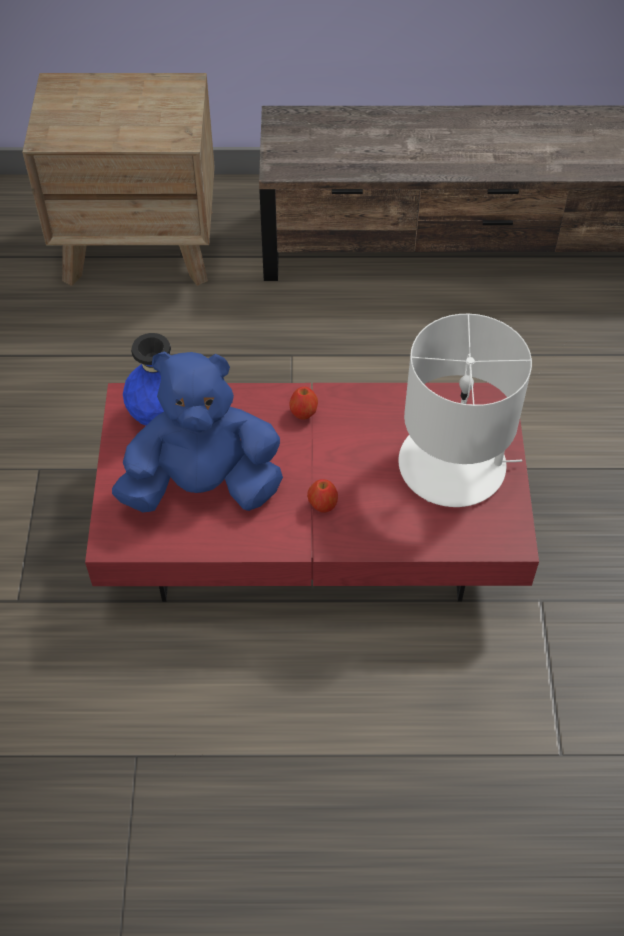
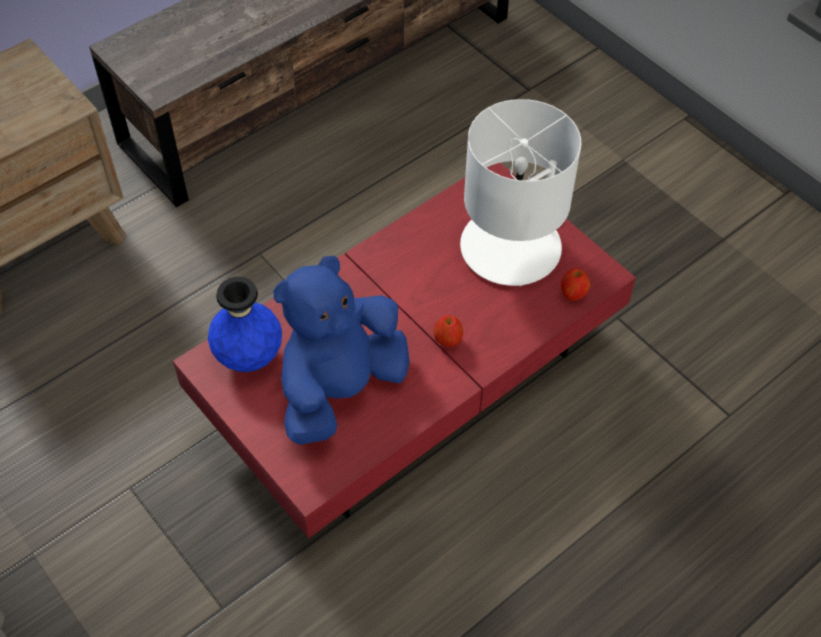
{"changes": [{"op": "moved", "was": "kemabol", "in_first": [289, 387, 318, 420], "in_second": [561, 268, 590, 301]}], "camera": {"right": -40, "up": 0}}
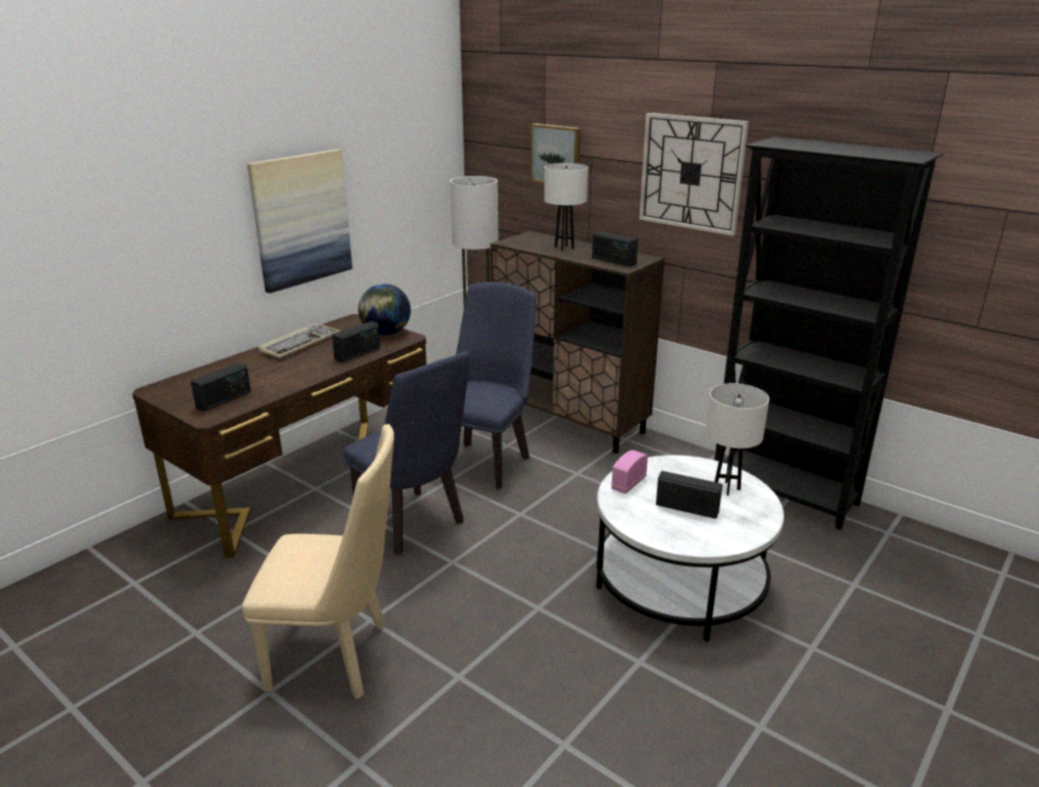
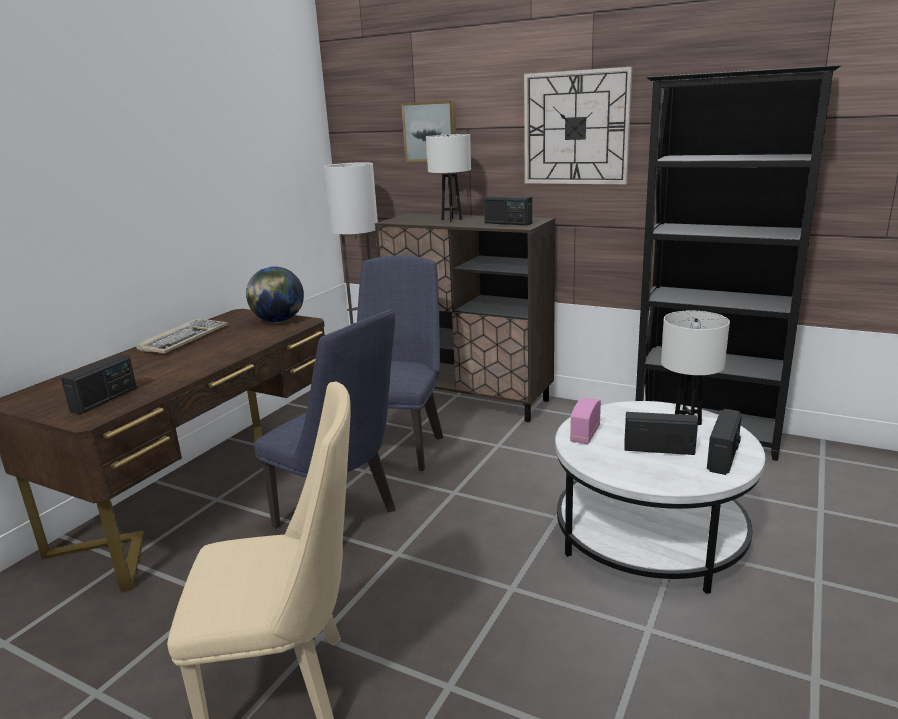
{"changes": [{"op": "moved", "was": "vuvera", "in_first": [332, 321, 380, 363], "in_second": [707, 409, 742, 475]}, {"op": "removed", "was": "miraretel", "in_first": [247, 149, 352, 293]}], "camera": {"right": -10, "up": -5}}
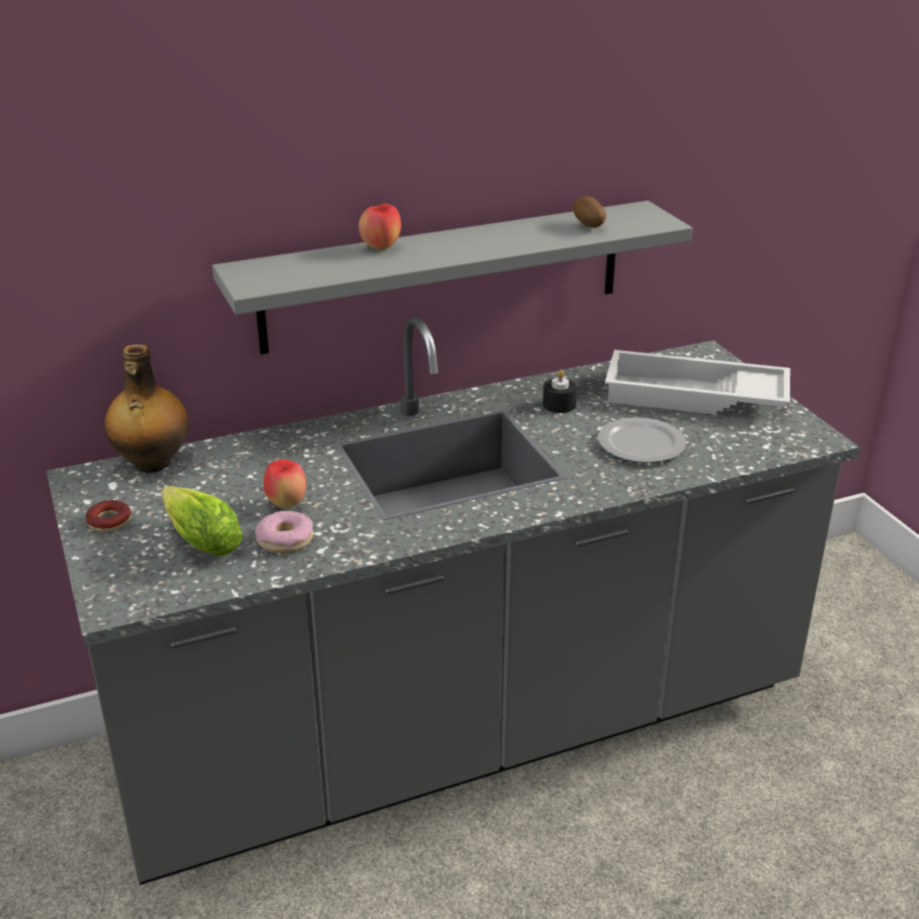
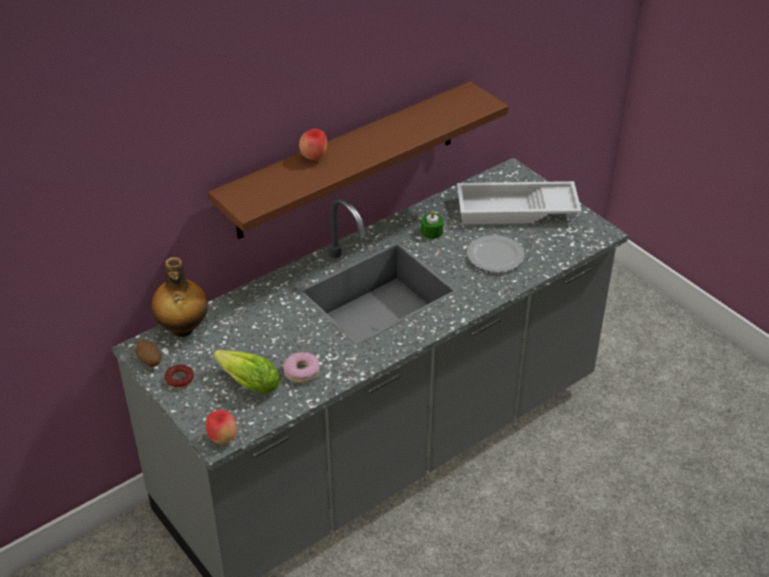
{"changes": [{"op": "moved", "was": "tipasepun", "in_first": [573, 196, 606, 228], "in_second": [135, 340, 161, 367]}, {"op": "moved", "was": "kemabol", "in_first": [263, 459, 306, 508], "in_second": [206, 410, 237, 444]}, {"op": "recoloured", "was": "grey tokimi", "now": "brown tokimi", "in_first": [212, 201, 692, 355], "in_second": [208, 81, 509, 239]}, {"op": "recoloured", "was": "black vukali", "now": "green vukali", "in_first": [543, 370, 577, 413], "in_second": [421, 210, 444, 239]}], "camera": {"right": -15, "up": 10}}
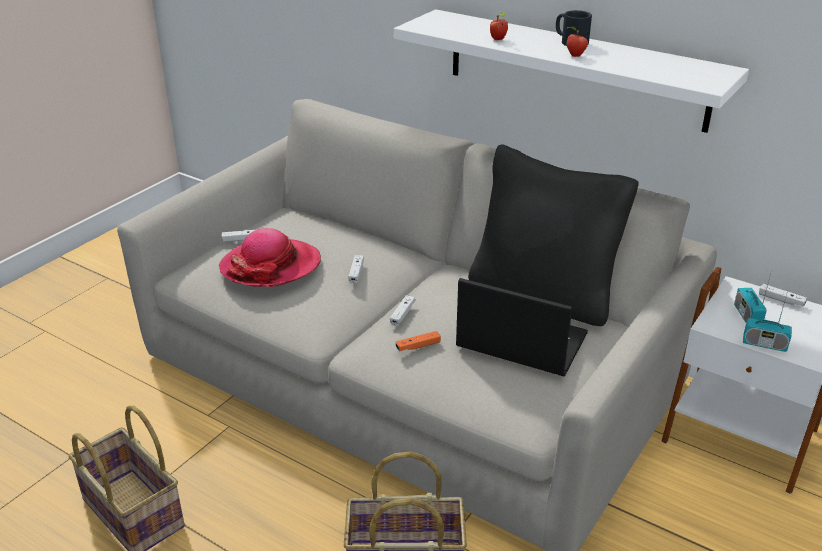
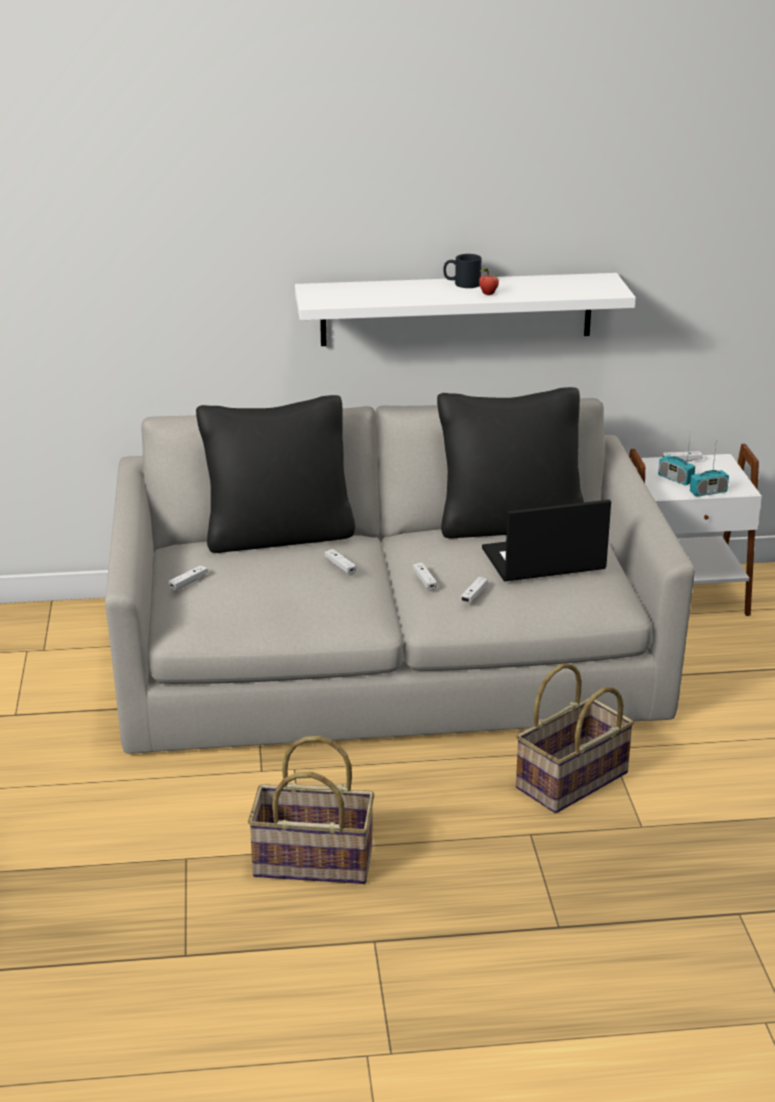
{"changes": [{"op": "added", "now": "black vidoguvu", "in_second": [196, 395, 355, 553]}, {"op": "recoloured", "was": "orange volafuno", "now": "white volafuno", "in_first": [396, 331, 441, 351], "in_second": [461, 577, 488, 603]}, {"op": "removed", "was": "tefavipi", "in_first": [219, 228, 321, 287]}, {"op": "removed", "was": "kemabol", "in_first": [490, 12, 508, 40]}], "camera": {"right": -40, "up": -5}}
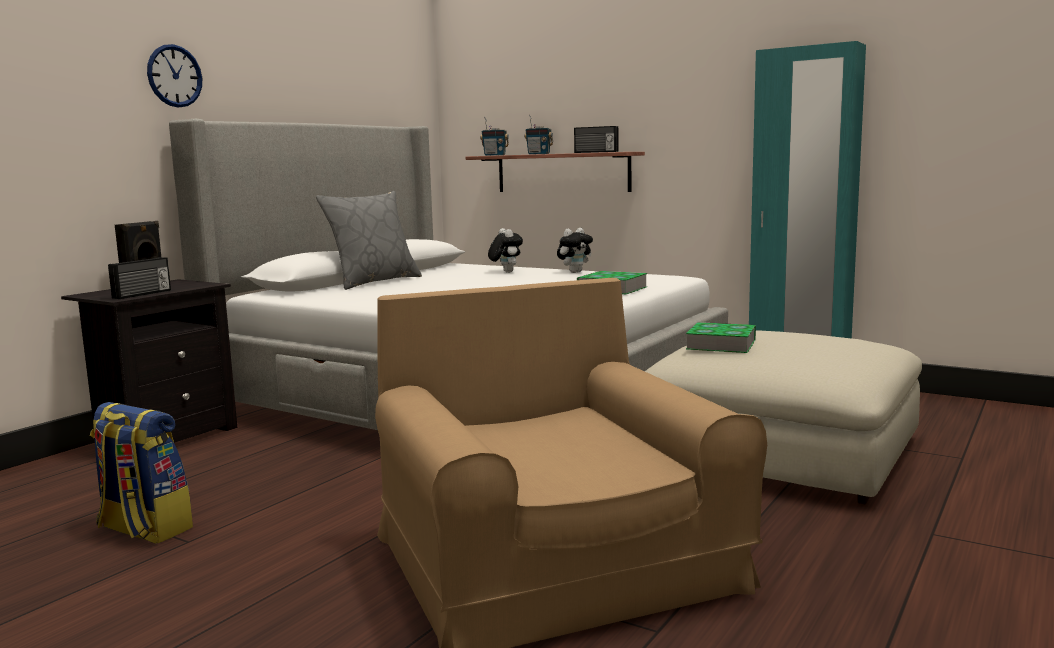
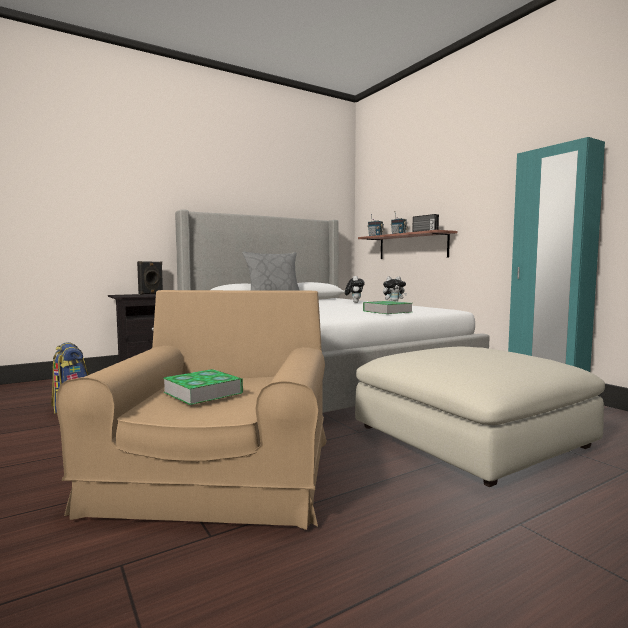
{"changes": [{"op": "moved", "was": "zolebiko", "in_first": [686, 322, 756, 353], "in_second": [163, 369, 243, 405]}, {"op": "removed", "was": "vuvera", "in_first": [108, 257, 171, 299]}, {"op": "removed", "was": "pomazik", "in_first": [147, 44, 202, 107]}], "camera": {"right": 25, "up": -5}}
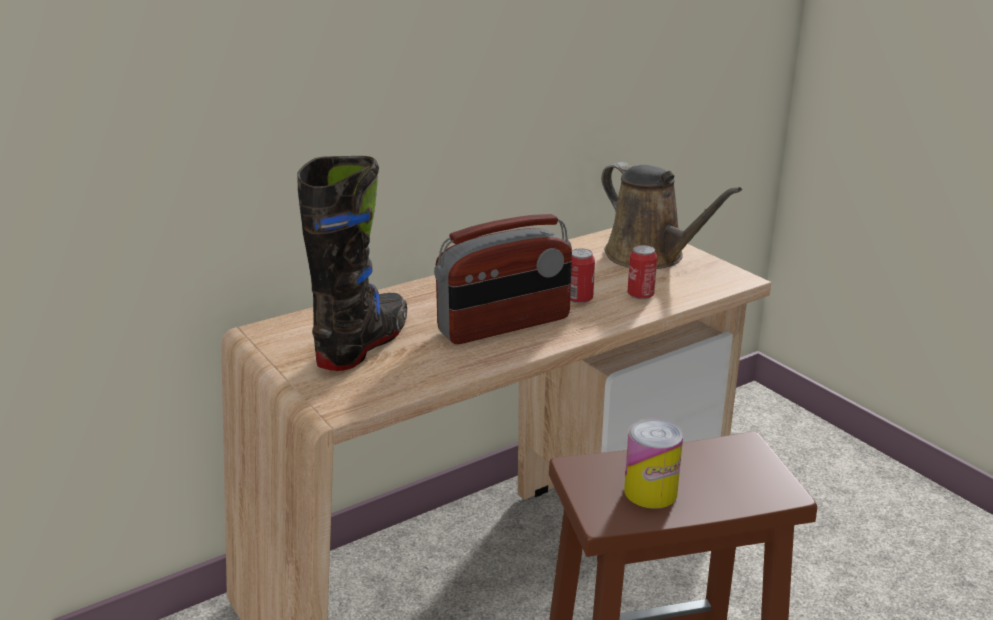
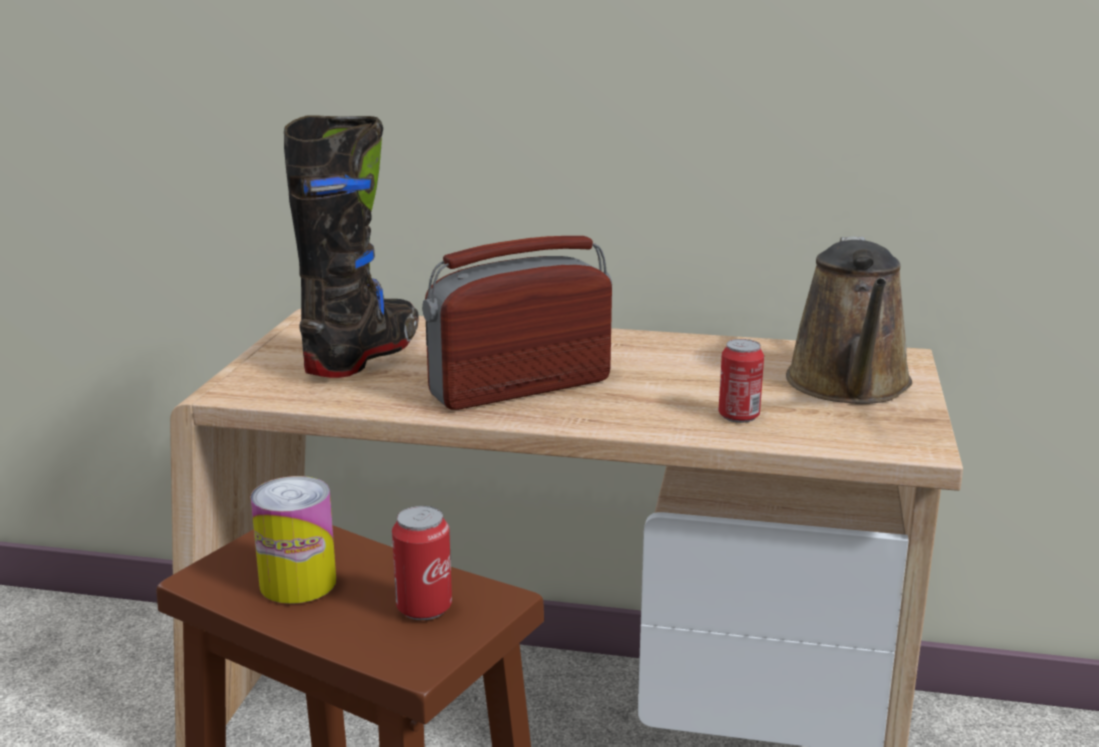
{"changes": [{"op": "turned", "was": "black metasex", "in_first": [297, 156, 407, 371], "in_second": [284, 115, 418, 378], "clockwise": -45}, {"op": "moved", "was": "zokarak", "in_first": [570, 249, 595, 304], "in_second": [392, 506, 452, 620]}, {"op": "turned", "was": "vuvera", "in_first": [434, 214, 572, 344], "in_second": [422, 236, 612, 410], "clockwise": 135}], "camera": {"right": 45, "up": -5}}
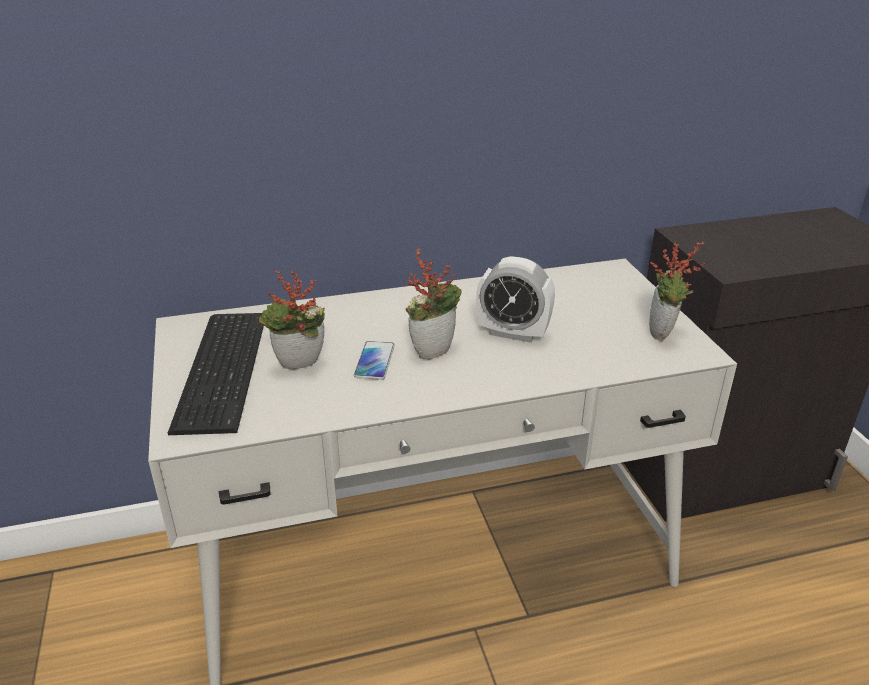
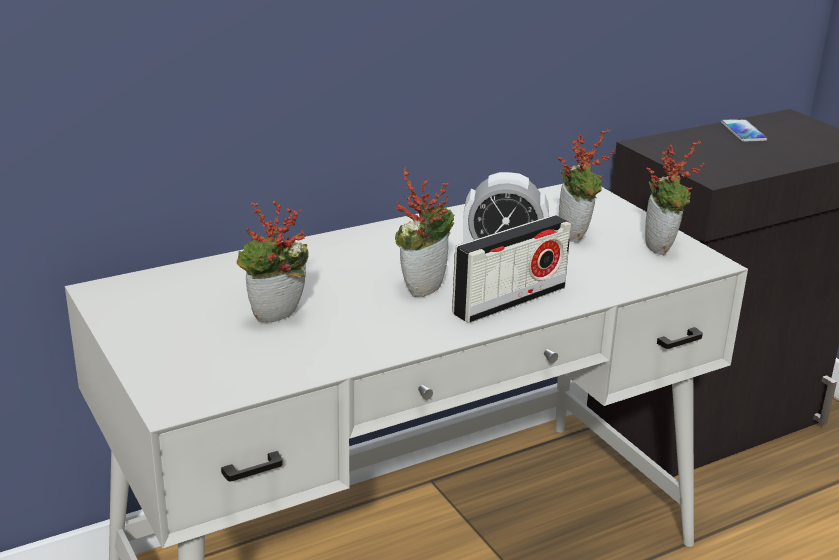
{"changes": [{"op": "added", "now": "vuvera", "in_second": [452, 215, 571, 323]}, {"op": "added", "now": "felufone", "in_second": [558, 129, 616, 243]}, {"op": "moved", "was": "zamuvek", "in_first": [354, 341, 395, 380], "in_second": [721, 119, 767, 142]}, {"op": "removed", "was": "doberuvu", "in_first": [168, 313, 264, 435]}], "camera": {"right": -15, "up": -5}}
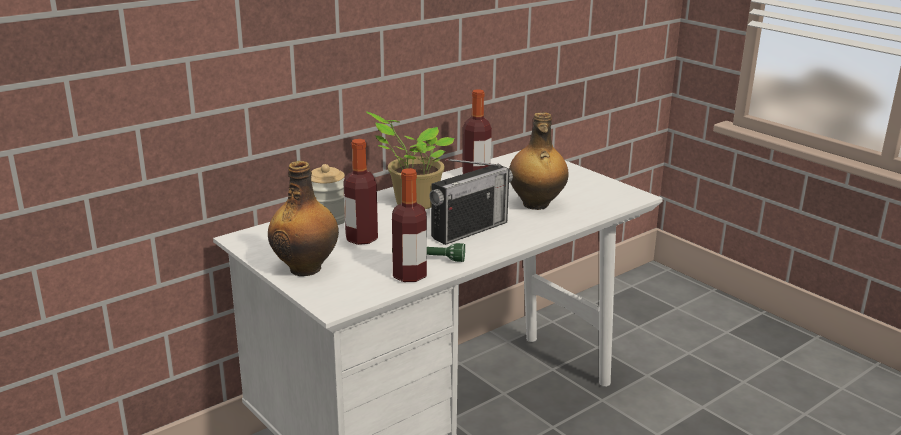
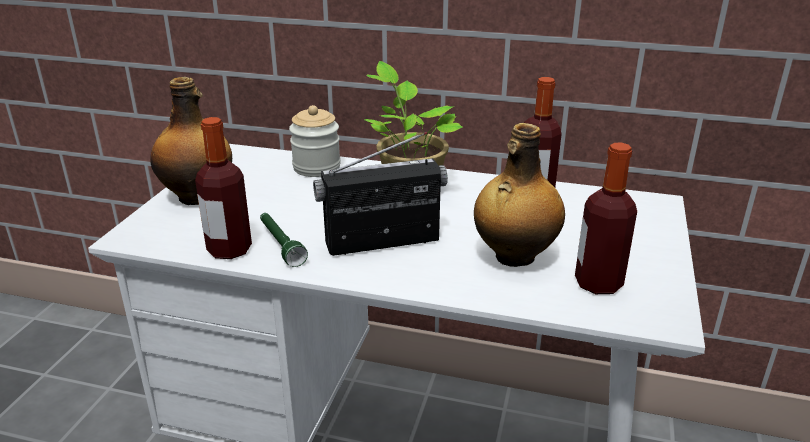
{"changes": [{"op": "turned", "was": "vuvera", "in_first": [430, 159, 513, 245], "in_second": [313, 132, 448, 256], "clockwise": 150}, {"op": "moved", "was": "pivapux", "in_first": [343, 139, 378, 245], "in_second": [575, 143, 637, 294]}], "camera": {"right": 55, "up": 5}}
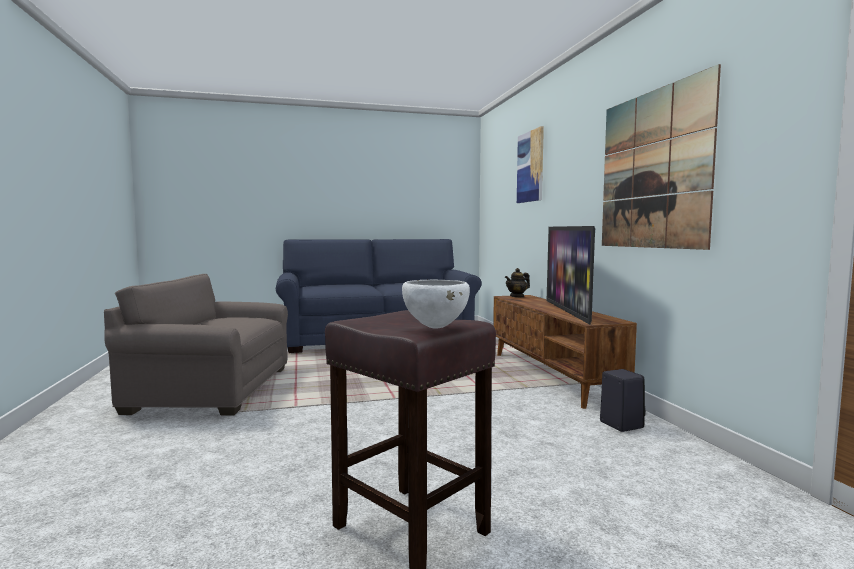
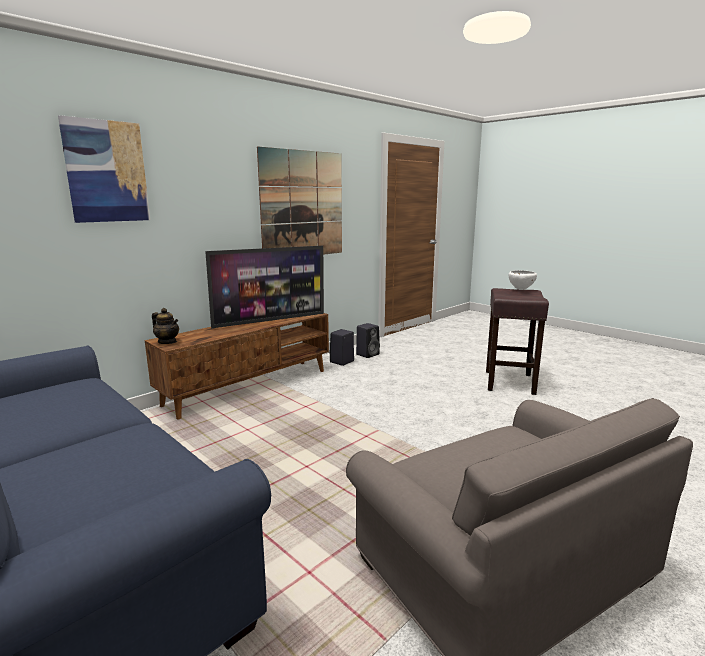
{"changes": [{"op": "added", "now": "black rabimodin", "in_second": [356, 323, 380, 358]}], "camera": {"right": -120, "up": 10}}
